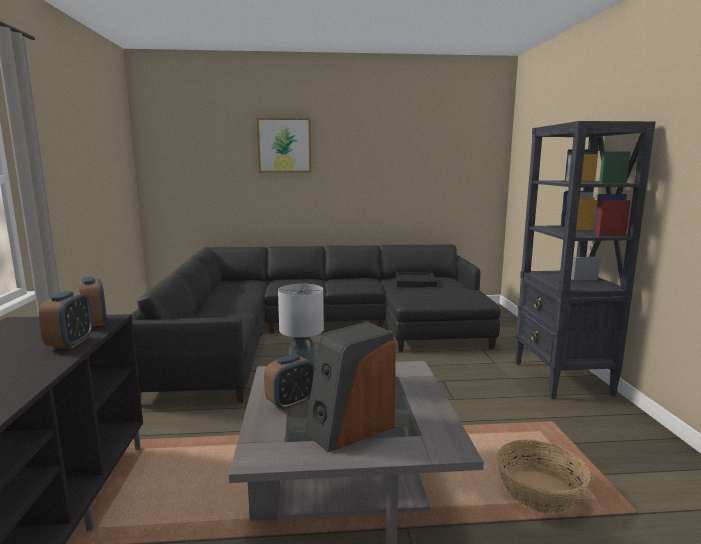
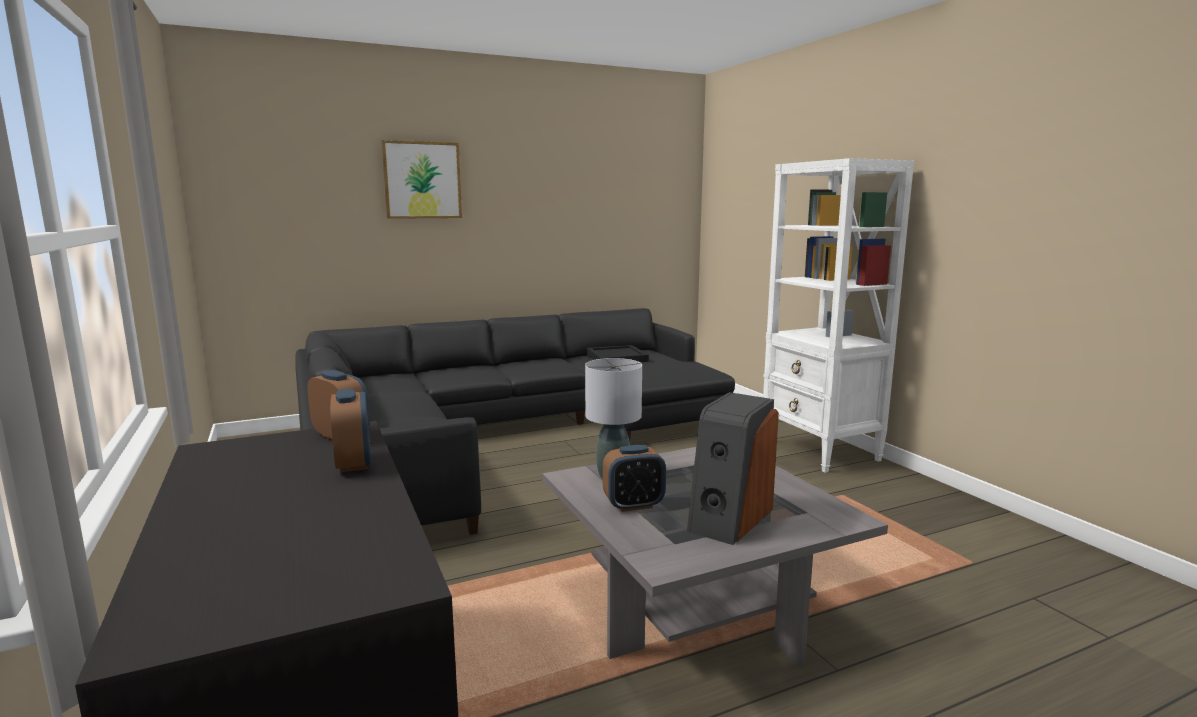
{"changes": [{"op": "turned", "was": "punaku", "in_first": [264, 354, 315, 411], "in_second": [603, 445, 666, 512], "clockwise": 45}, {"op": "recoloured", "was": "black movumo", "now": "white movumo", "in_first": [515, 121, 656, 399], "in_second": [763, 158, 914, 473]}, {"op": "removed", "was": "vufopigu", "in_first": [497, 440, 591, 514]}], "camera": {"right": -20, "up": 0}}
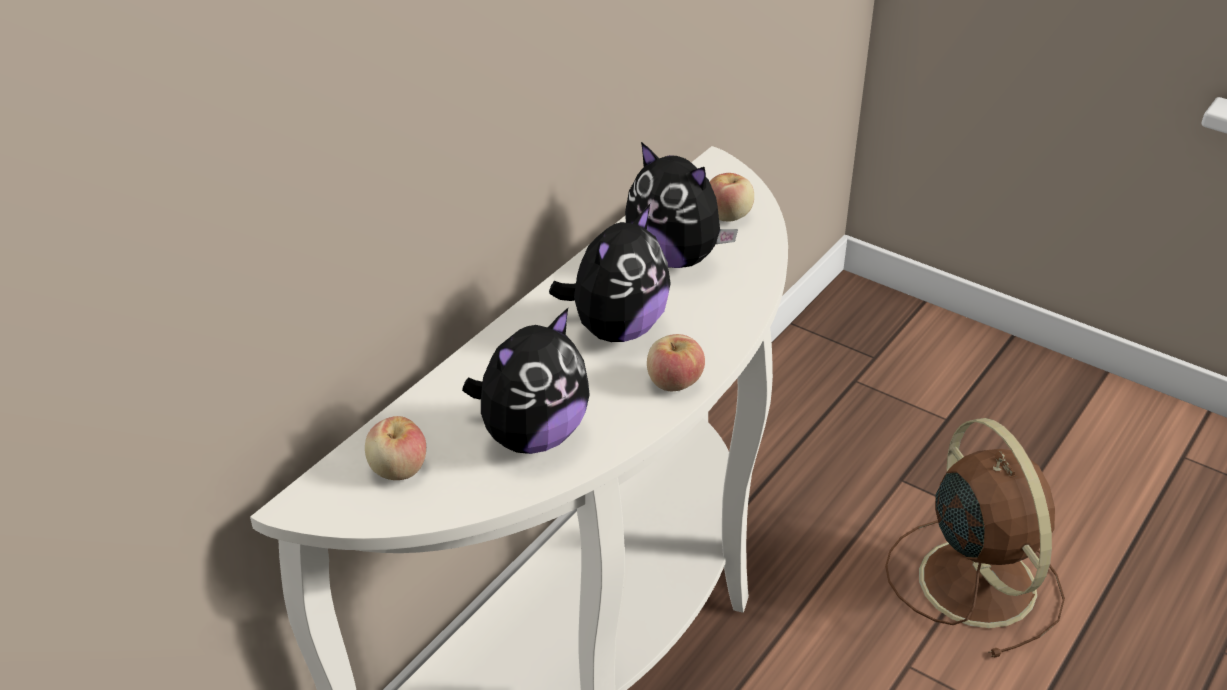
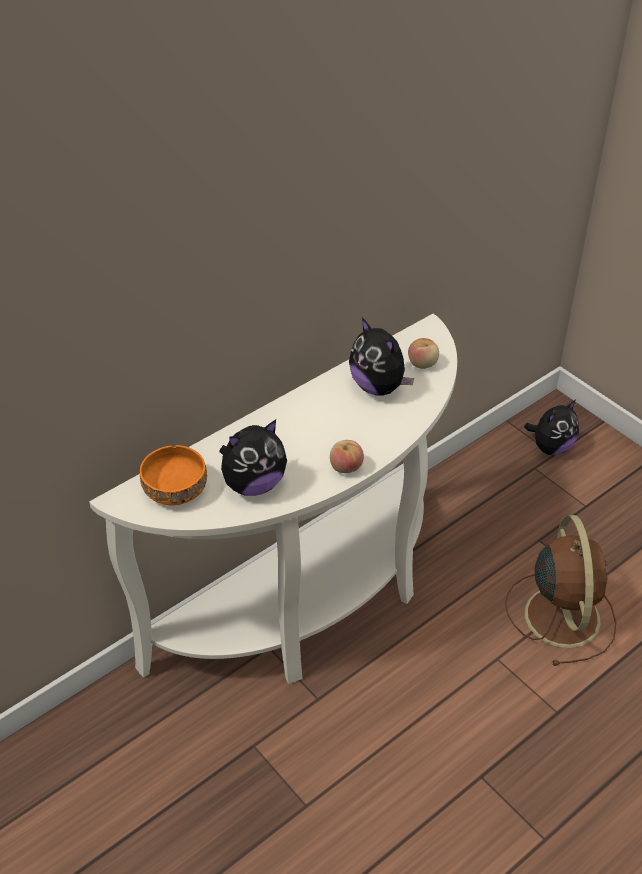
{"changes": [{"op": "replaced", "was": "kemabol", "now": "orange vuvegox", "in_first": [365, 416, 426, 480], "in_second": [140, 445, 207, 506]}, {"op": "moved", "was": "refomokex", "in_first": [549, 204, 671, 342], "in_second": [524, 400, 579, 455]}], "camera": {"right": 15, "up": 5}}
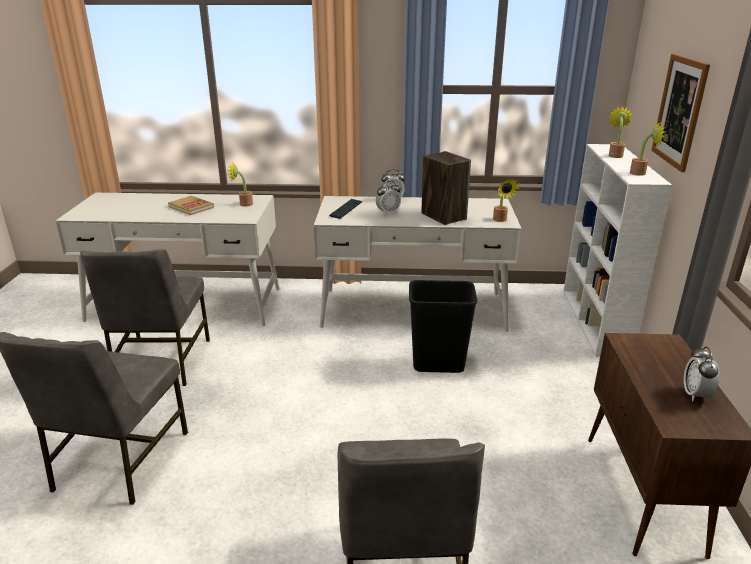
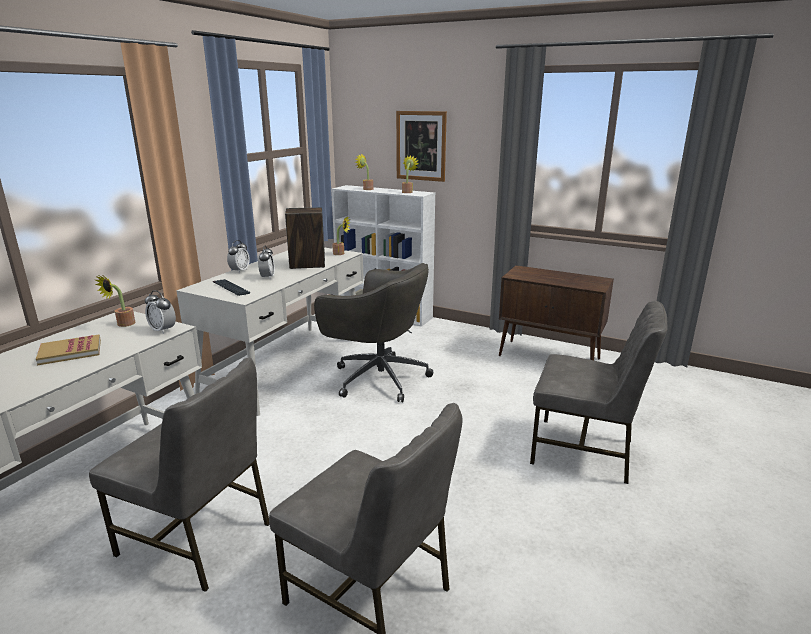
{"changes": [{"op": "moved", "was": "punaku", "in_first": [684, 346, 720, 401], "in_second": [145, 290, 176, 334]}, {"op": "replaced", "was": "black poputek", "now": "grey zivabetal", "in_first": [409, 280, 477, 373], "in_second": [314, 263, 433, 402]}], "camera": {"right": -65, "up": -5}}
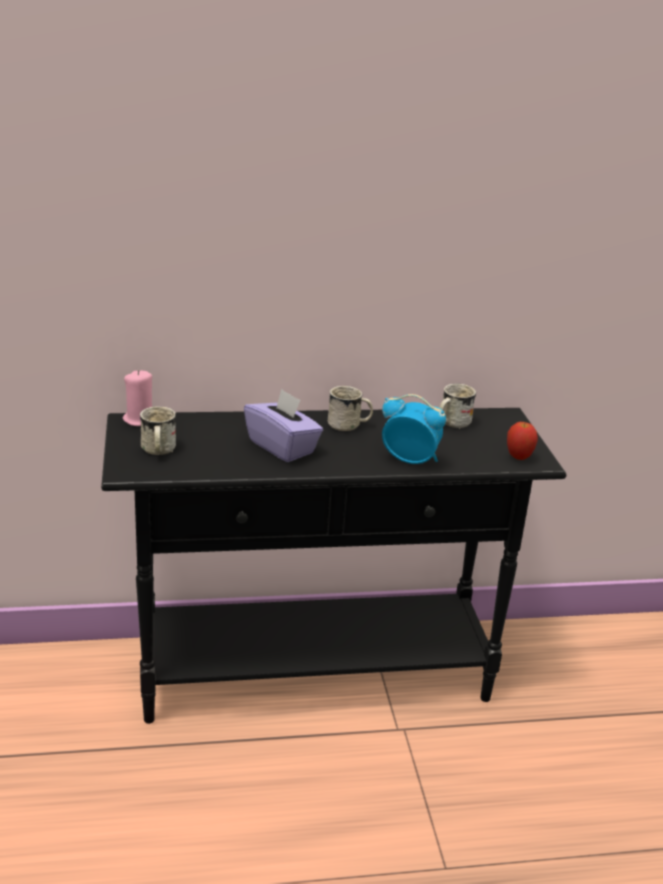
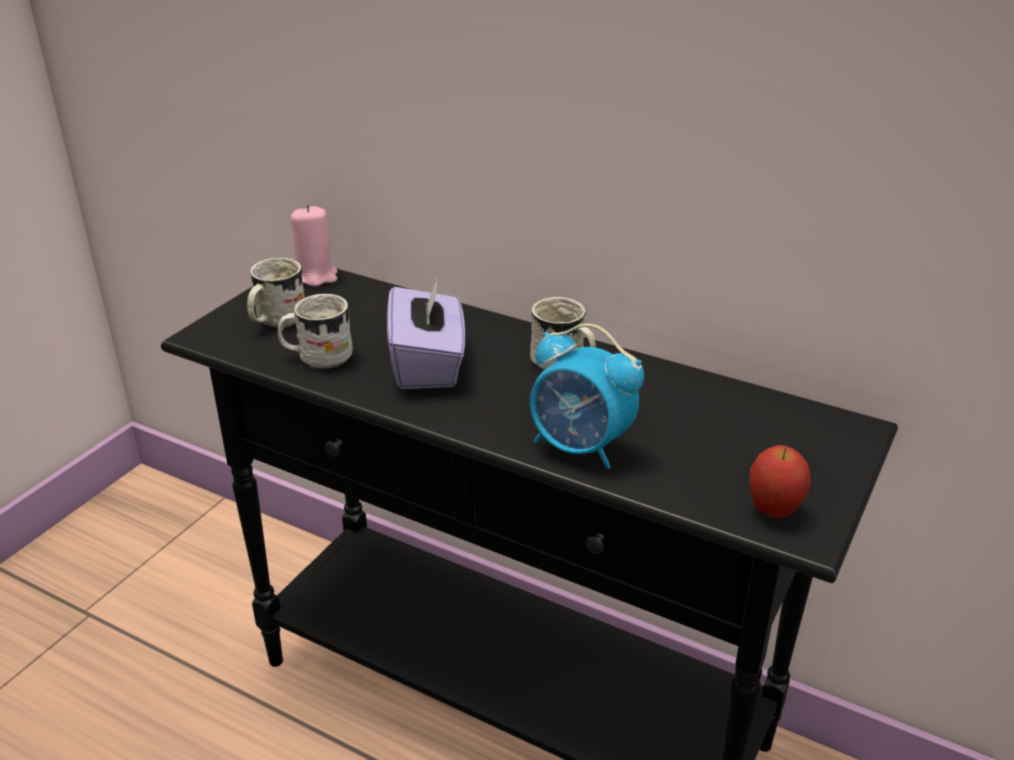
{"changes": [{"op": "moved", "was": "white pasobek", "in_first": [439, 384, 476, 429], "in_second": [278, 294, 353, 369]}, {"op": "turned", "was": "punaku", "in_first": [382, 394, 446, 464], "in_second": [530, 323, 644, 469], "clockwise": 150}], "camera": {"right": 40, "up": 5}}
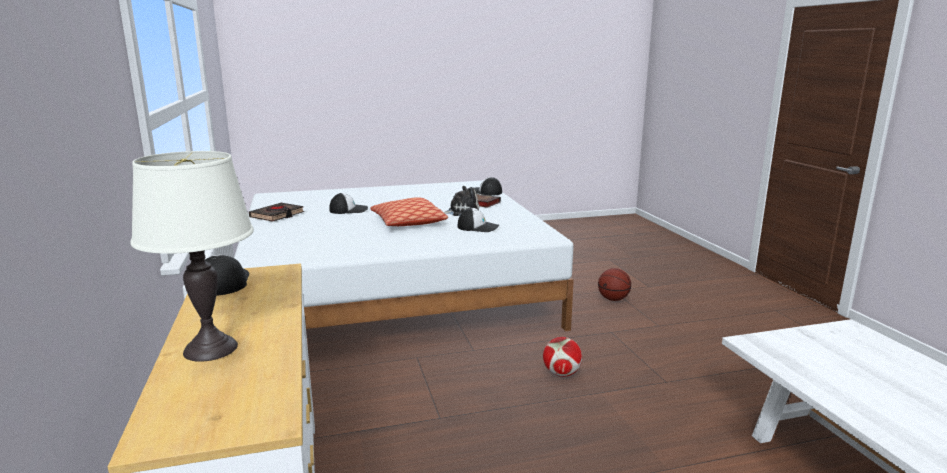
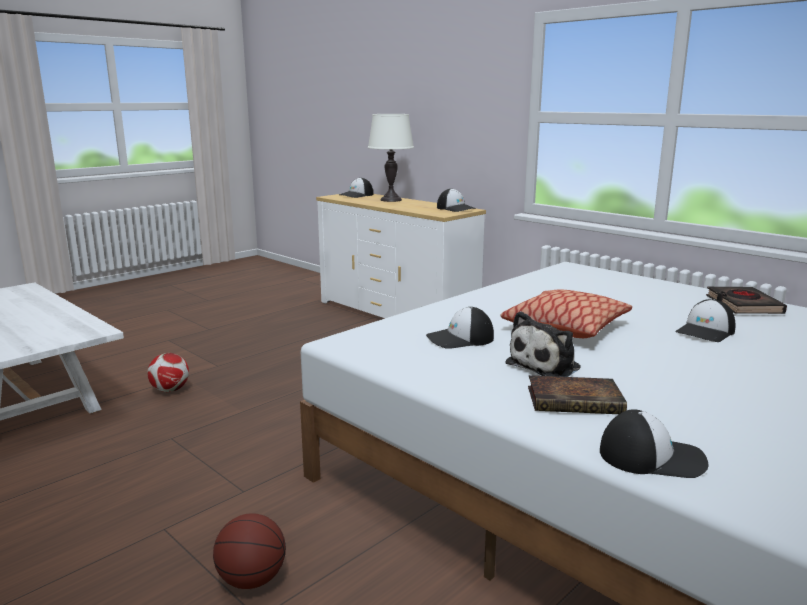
{"changes": [{"op": "moved", "was": "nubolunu", "in_first": [543, 337, 582, 377], "in_second": [148, 353, 189, 392]}, {"op": "added", "now": "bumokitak", "in_second": [339, 178, 373, 198]}], "camera": {"right": 150, "up": 0}}
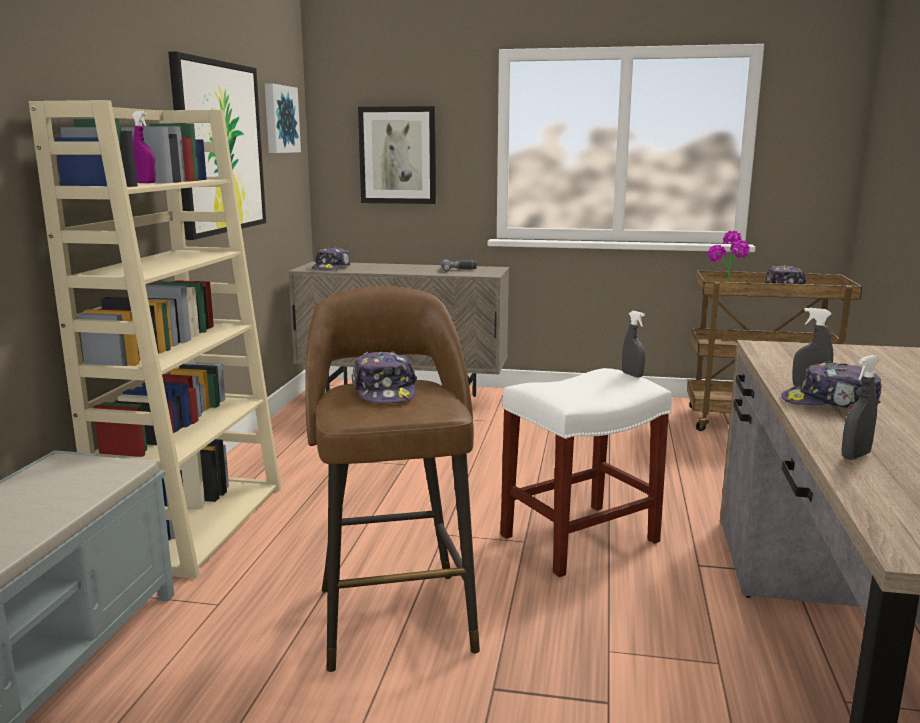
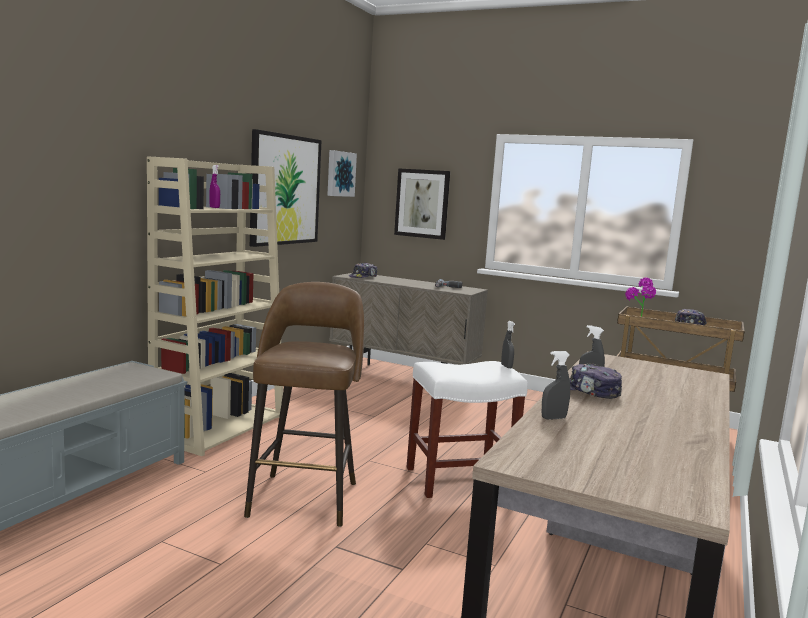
{"changes": [{"op": "removed", "was": "bumokitak", "in_first": [352, 351, 417, 403]}], "camera": {"right": 15, "up": -5}}
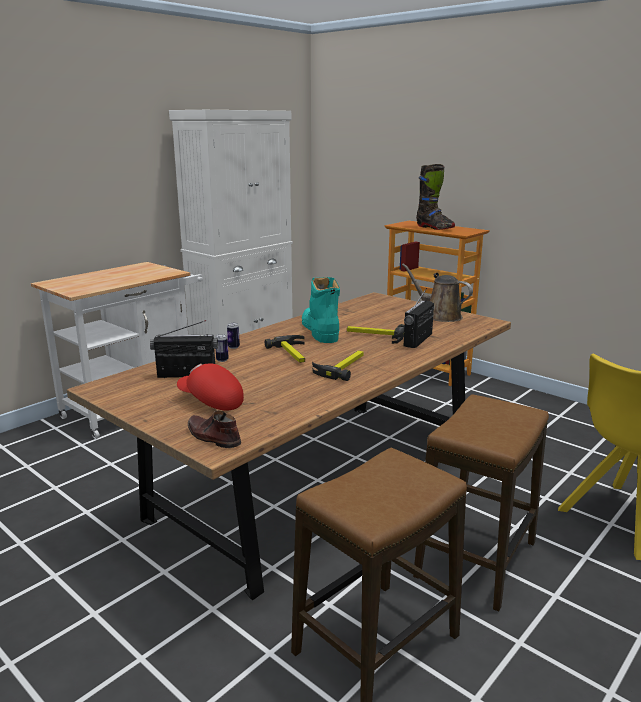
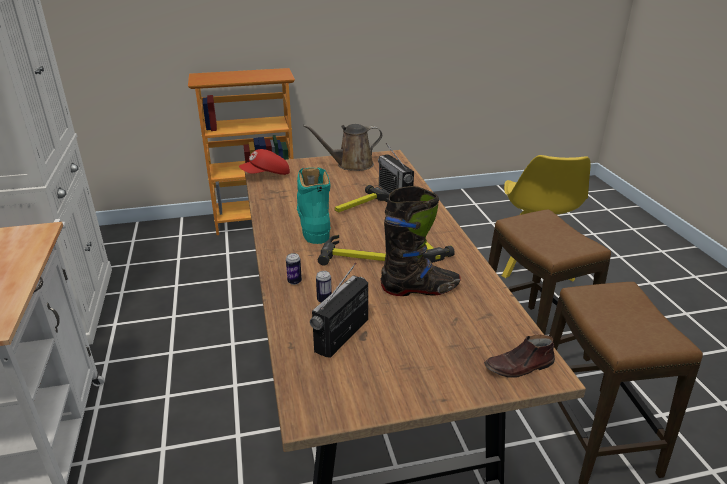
{"changes": [{"op": "moved", "was": "red bumokitak", "in_first": [177, 363, 244, 411], "in_second": [239, 149, 290, 175]}, {"op": "turned", "was": "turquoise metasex", "in_first": [302, 277, 340, 343], "in_second": [297, 168, 331, 244], "clockwise": 60}, {"op": "moved", "was": "black metasex", "in_first": [416, 164, 455, 230], "in_second": [380, 186, 461, 296]}], "camera": {"right": -55, "up": 10}}
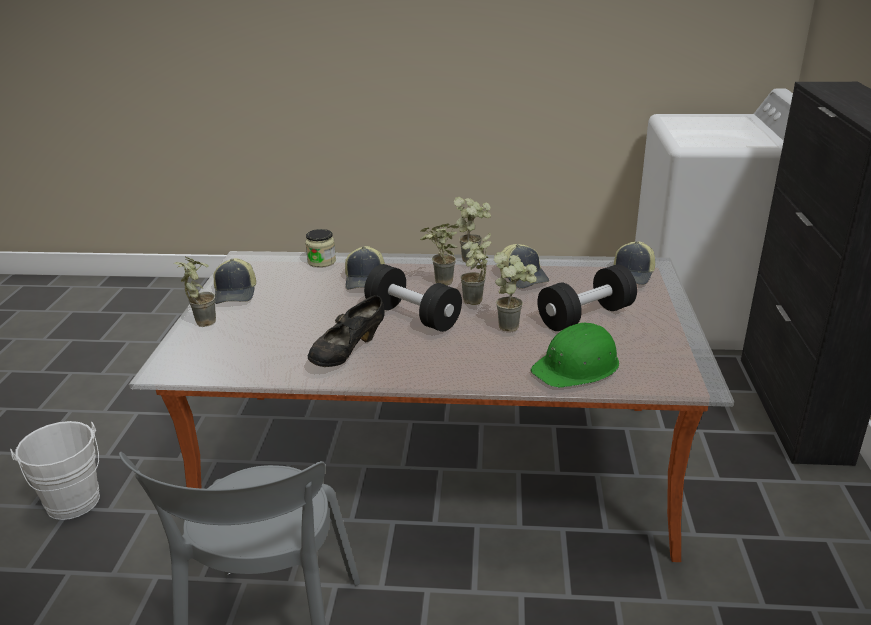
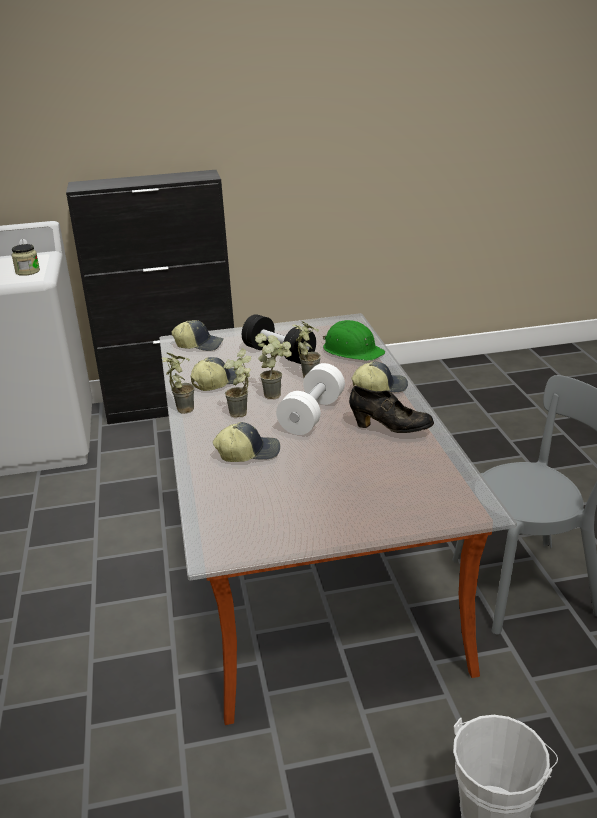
{"changes": [{"op": "moved", "was": "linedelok", "in_first": [305, 229, 336, 267], "in_second": [12, 244, 40, 276]}, {"op": "recoloured", "was": "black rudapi", "now": "white rudapi", "in_first": [364, 264, 462, 332], "in_second": [276, 363, 345, 435]}, {"op": "moved", "was": "bumokitak", "in_first": [214, 258, 256, 304], "in_second": [351, 361, 408, 392]}, {"op": "removed", "was": "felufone", "in_first": [174, 256, 216, 327]}], "camera": {"right": -105, "up": 0}}
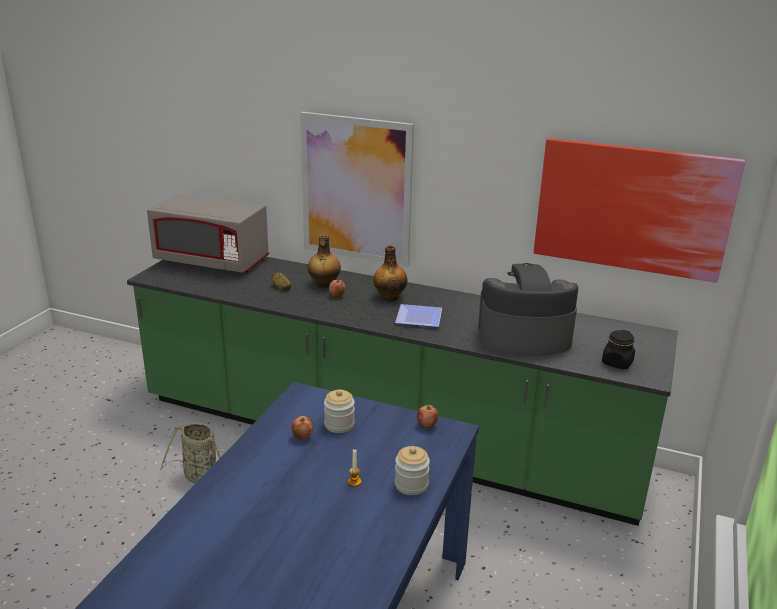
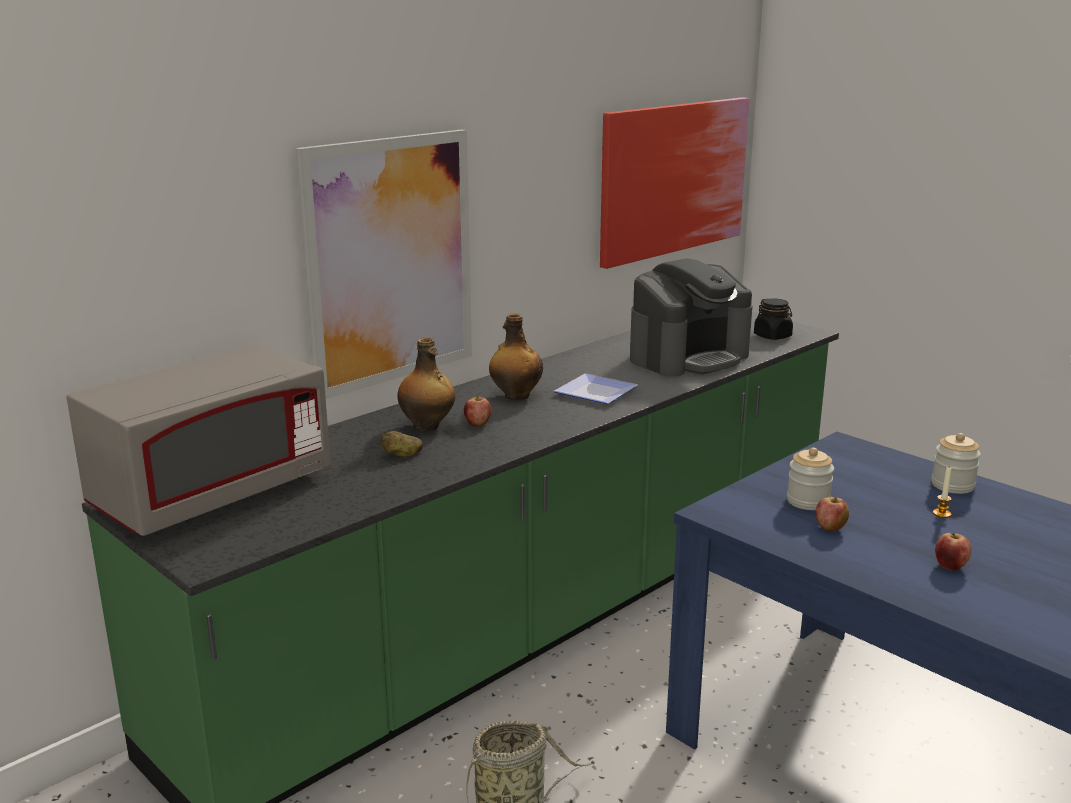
{"changes": [{"op": "turned", "was": "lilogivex", "in_first": [478, 263, 578, 356], "in_second": [630, 258, 753, 377], "clockwise": -150}, {"op": "moved", "was": "kemabol", "in_first": [417, 405, 439, 428], "in_second": [935, 533, 972, 571]}], "camera": {"right": -65, "up": -5}}
